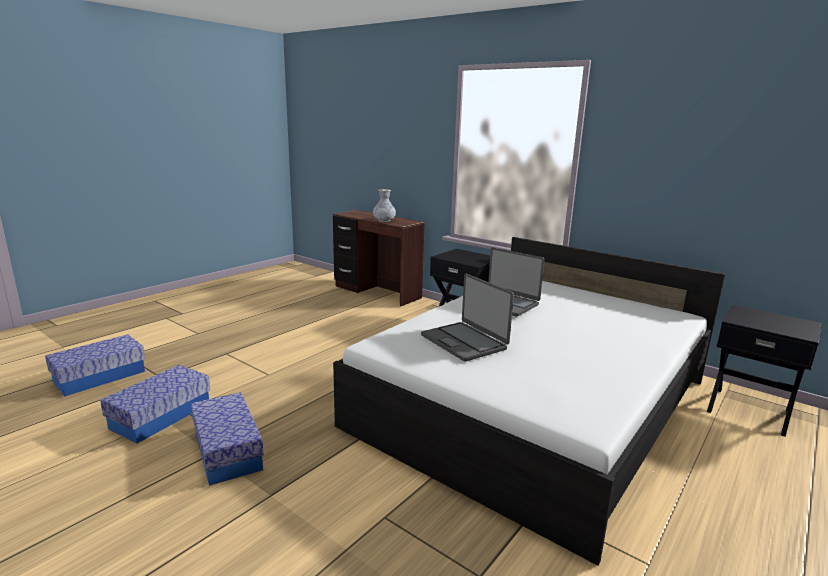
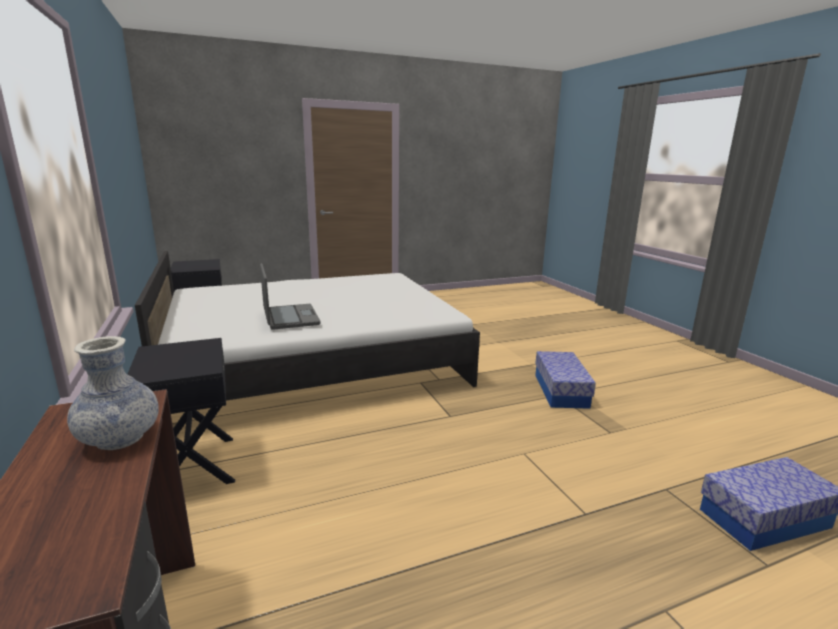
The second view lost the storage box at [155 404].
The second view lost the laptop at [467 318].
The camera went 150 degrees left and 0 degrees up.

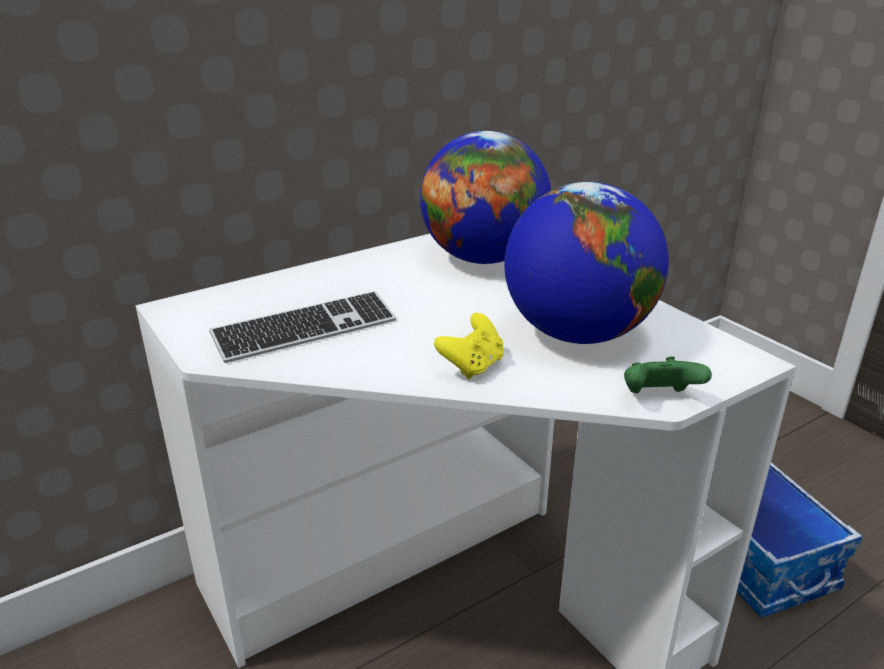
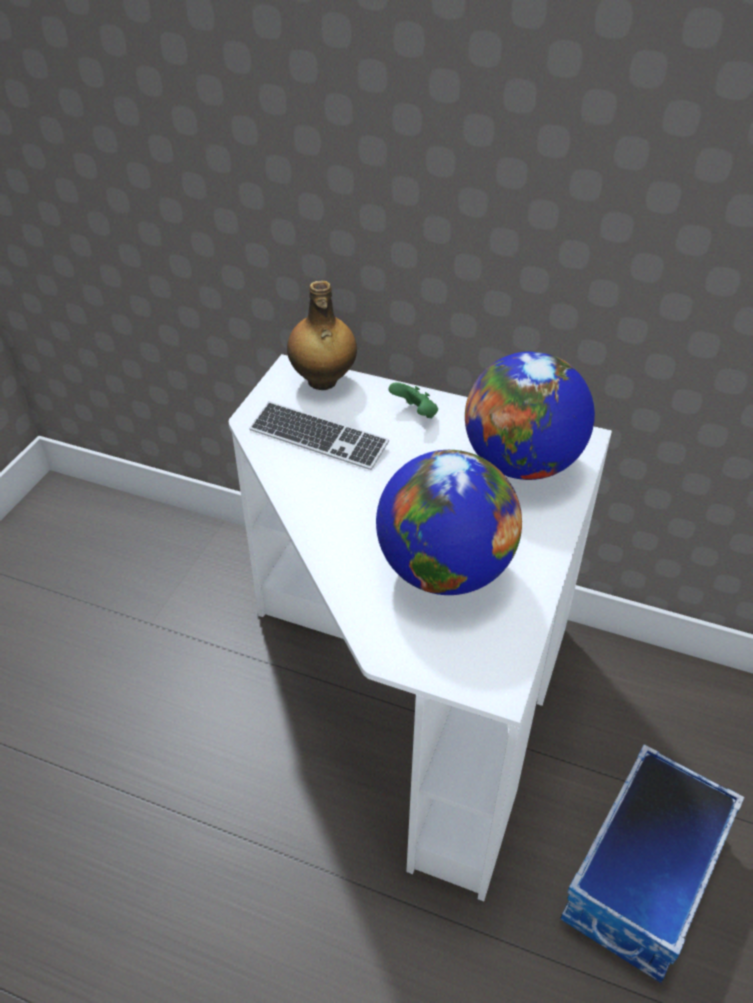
The second view lost the game controller (yellow) at [469 346].
The second view gained the bottle at [322 335].
The game controller (green) ended up elsewhere, having gone from [668 374] to [413 400].
The camera went 55 degrees right and 15 degrees up.

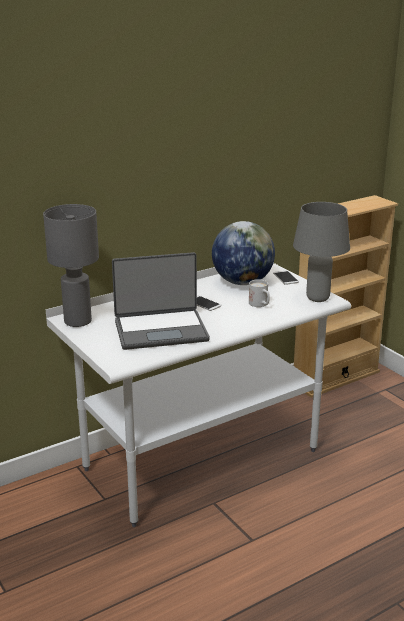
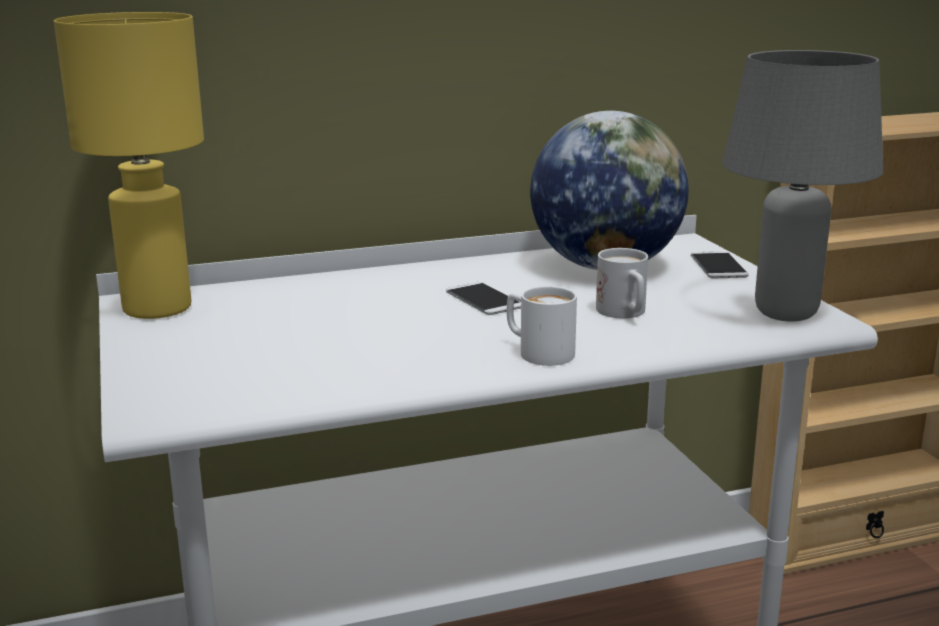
The second view lost the laptop at [161 301].
The second view gained the mug (white) at [542 326].
What was the table lamp (grey) at [71 265] turned into the table lamp (yellow) at [129 165].
The camera went 15 degrees right and 5 degrees down.

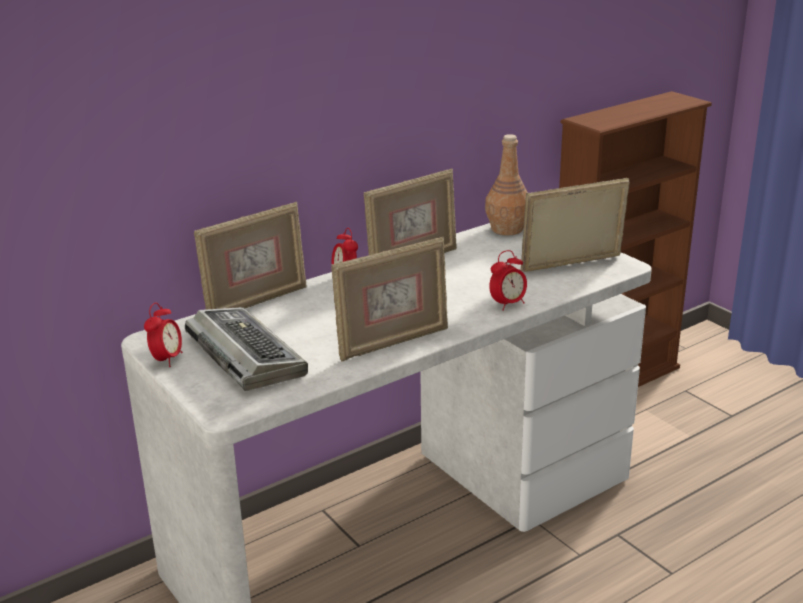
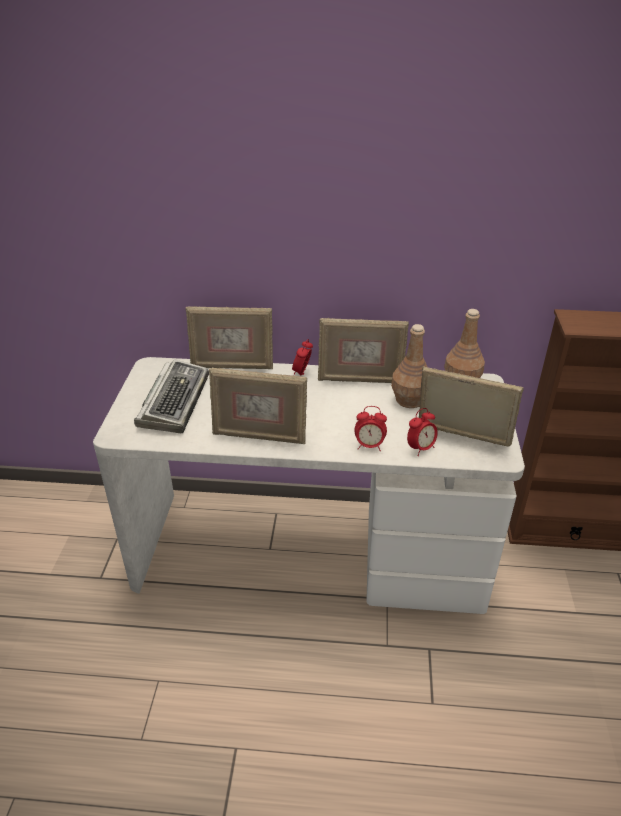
The second view gained the bottle (brown) at [409 366].
The alarm clock ended up elsewhere, having gone from [163 335] to [422 432].
The camera went 40 degrees right and 10 degrees up.

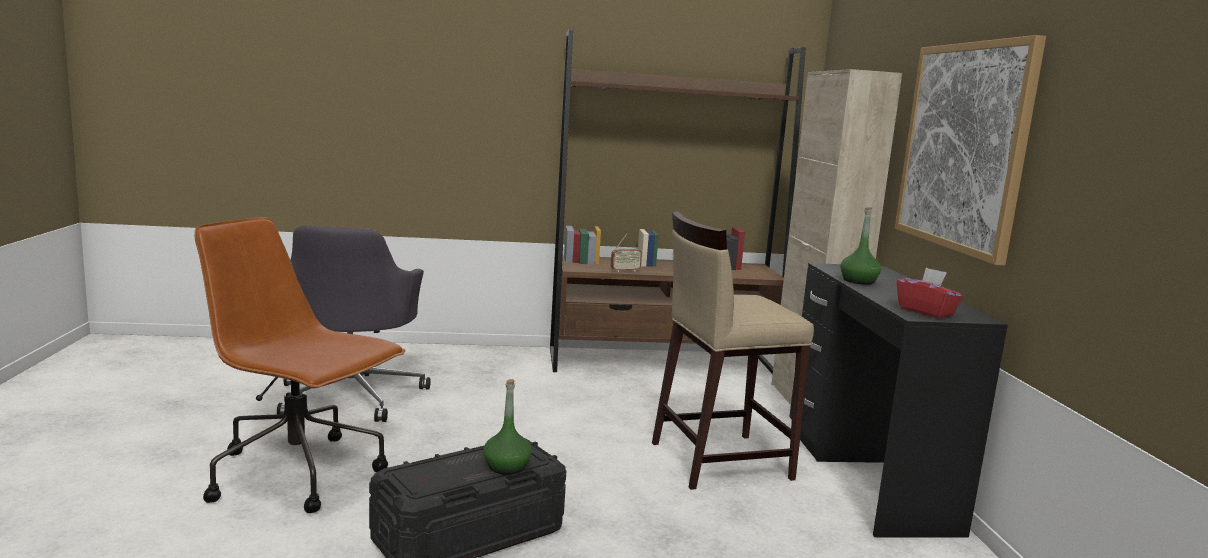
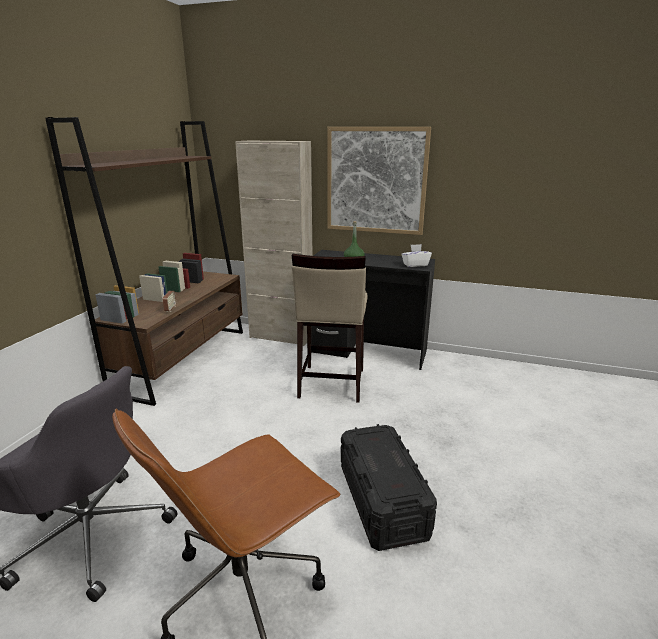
The second view lost the bottle (green) at [507 427].
What was the tissue box (red) at [930 292] turned into the tissue box (white) at [416 255].
The camera went 65 degrees left and 10 degrees up.

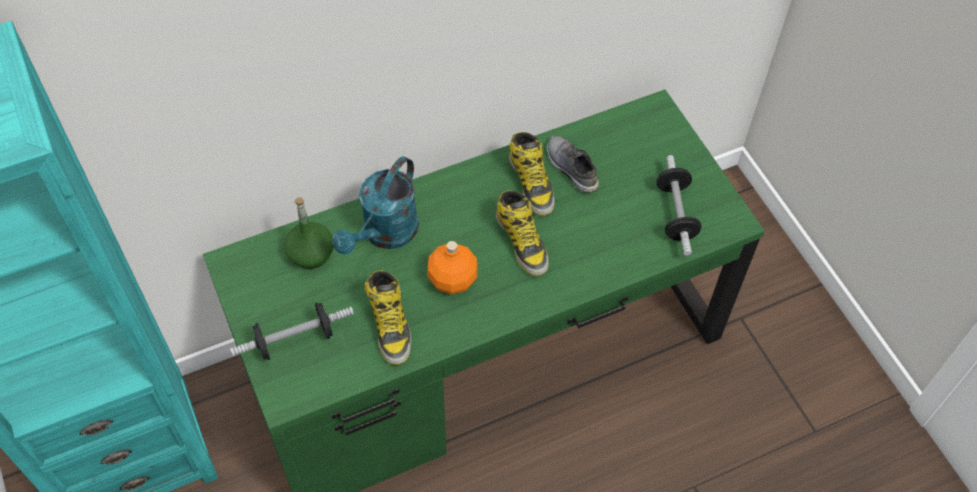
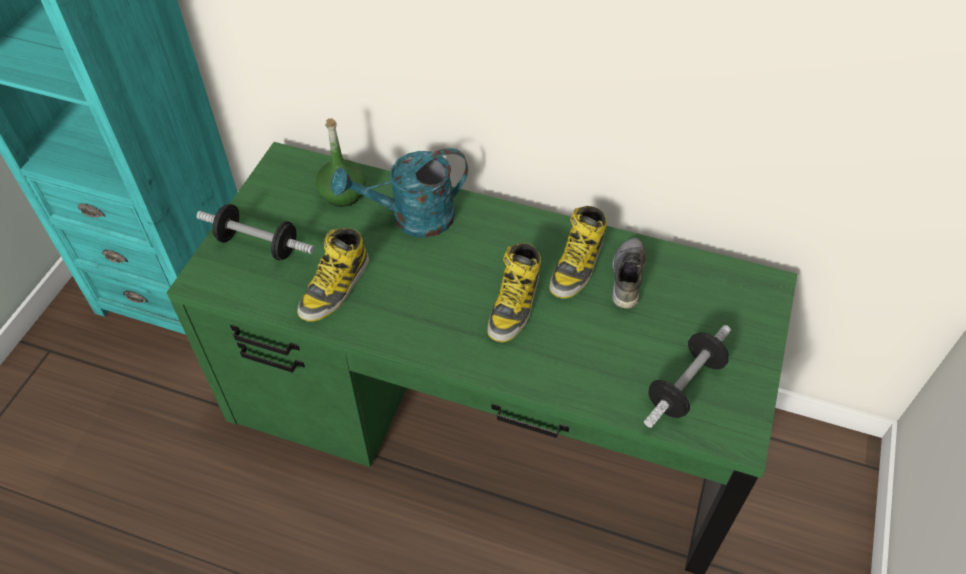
The second view lost the bottle (orange) at [452 267].
The camera went 45 degrees right and 5 degrees down.

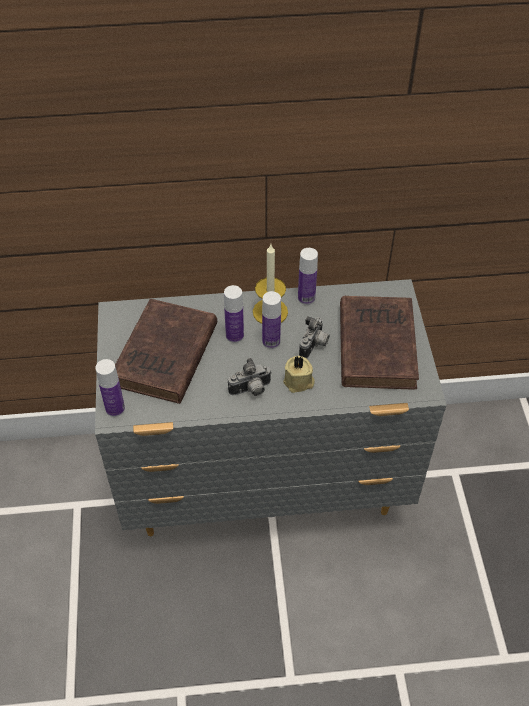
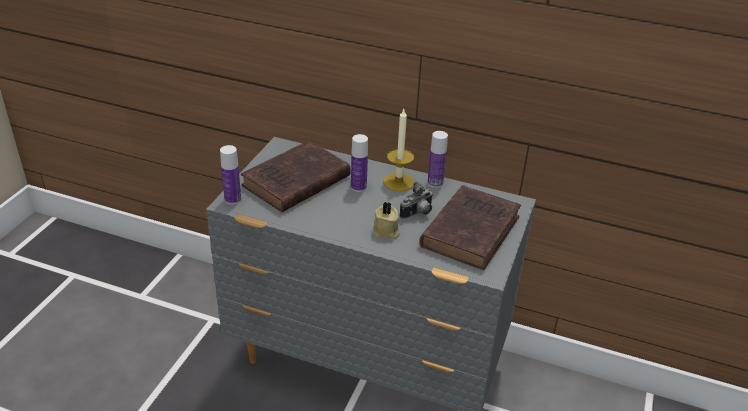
The second view lost the photo camera at [250 377].
The second view lost the bottle at [271 320].
The camera went 25 degrees right and 15 degrees down.

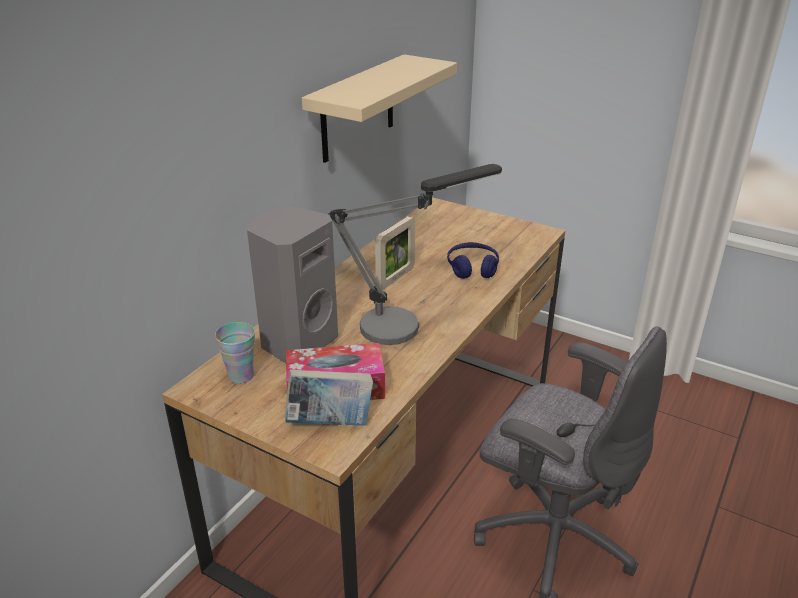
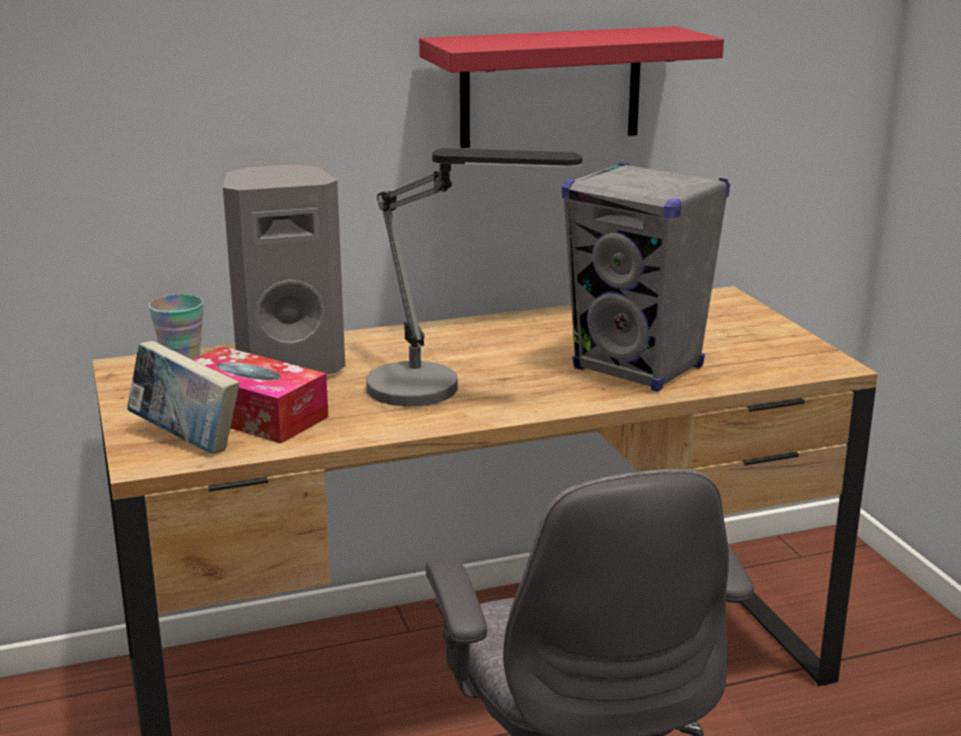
The second view lost the picture frame at [395 253].
Where the headphones (blue) stood at [473 260], the speaker (grey) came to stand at [646 277].
What was the shelf (beige) at [379 108] turned into the shelf (red) at [571 87].
The camera went 40 degrees right and 10 degrees down.

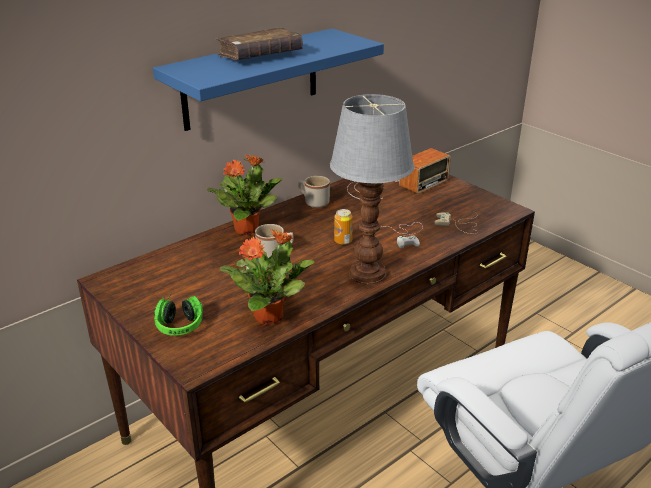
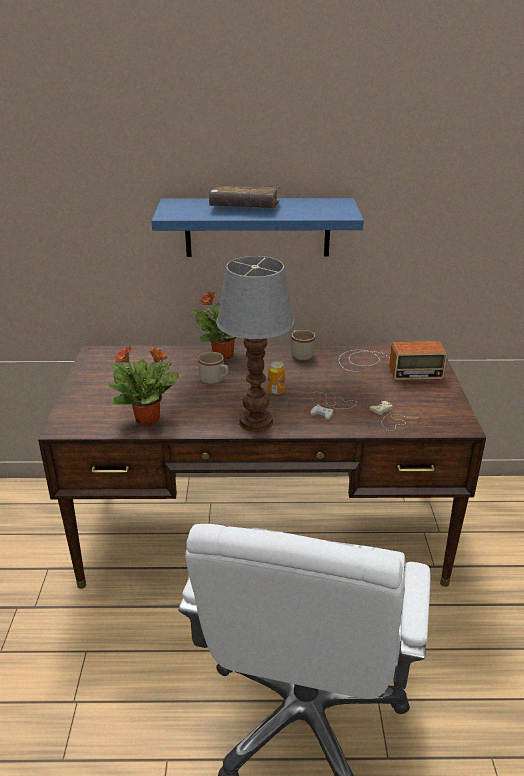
The second view lost the headphones at [178 313].
The camera went 40 degrees right and 0 degrees up.

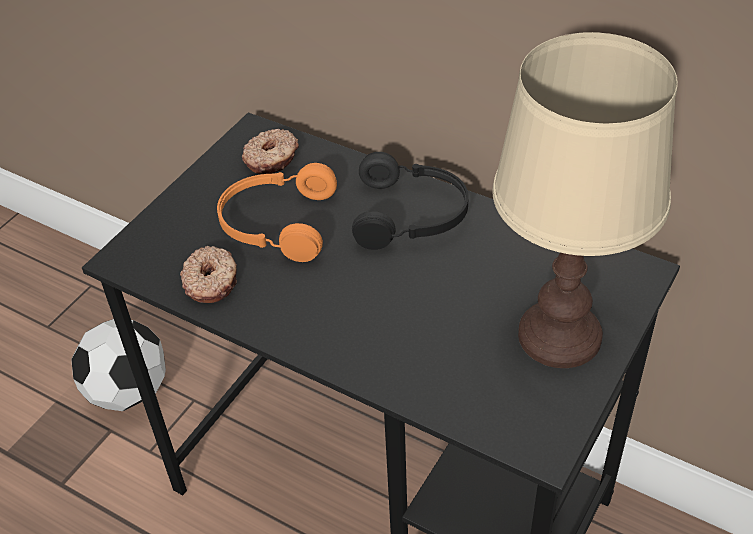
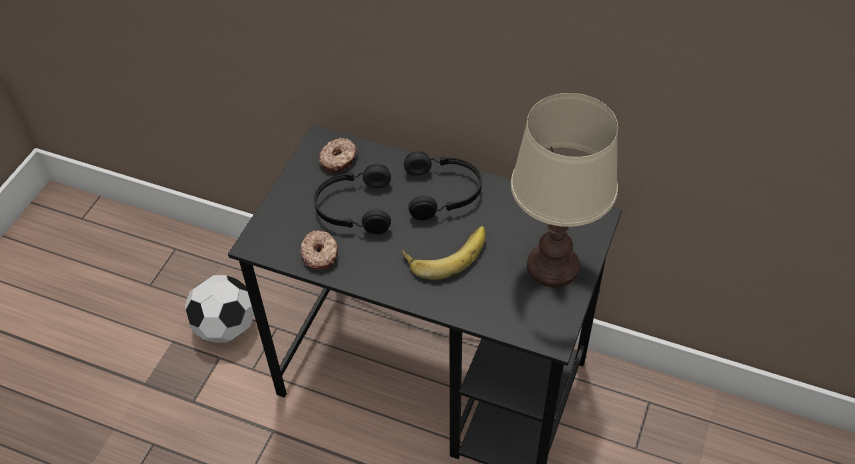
The second view gained the banana at [443 253].
What was the headphones (orange) at [277 212] turned into the headphones (black) at [352 199].
The camera went 10 degrees left and 5 degrees up.

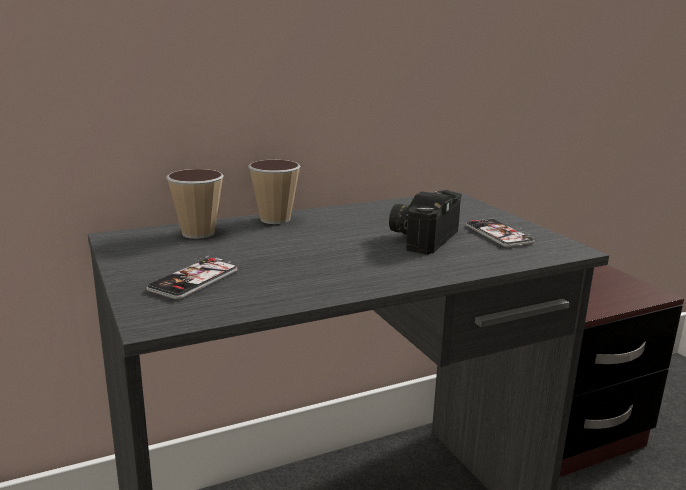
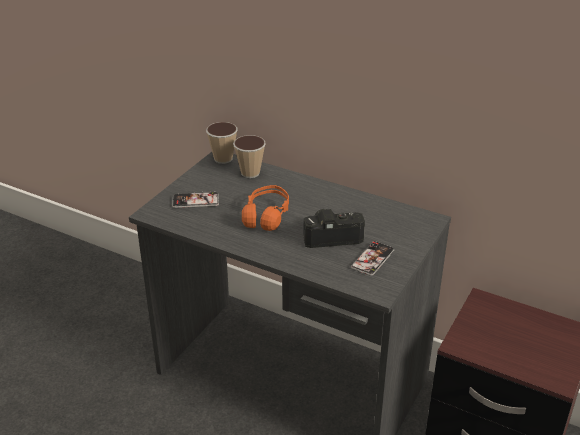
The second view gained the headphones (orange) at [265 208].
The cup ended up elsewhere, having gone from [274 192] to [221 143].
The camera went 55 degrees right and 15 degrees up.

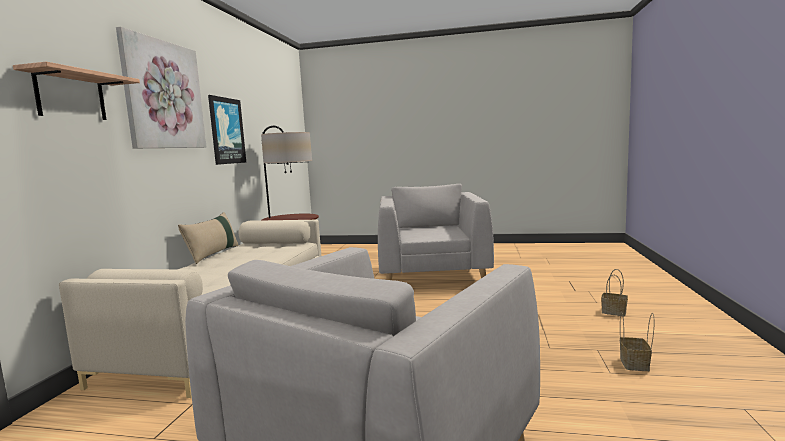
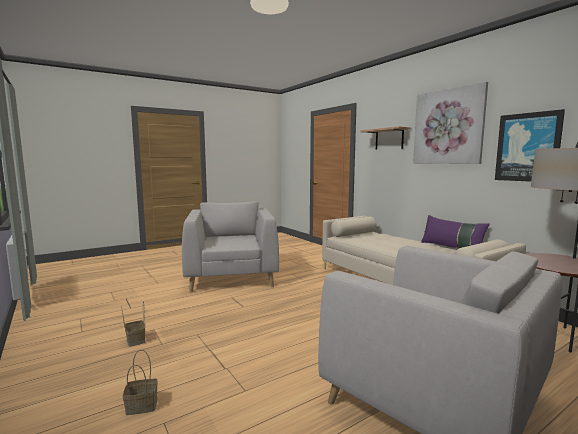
What was the pillow (beige) at [208 238] turned into the pillow (purple) at [455 232].
The camera went 135 degrees right and 0 degrees up.

